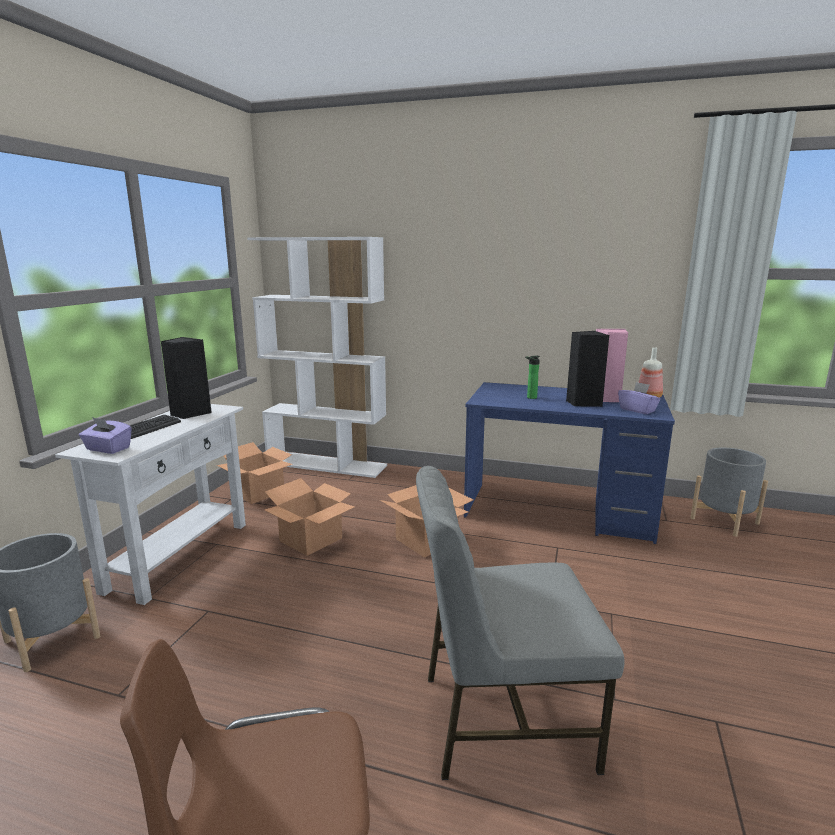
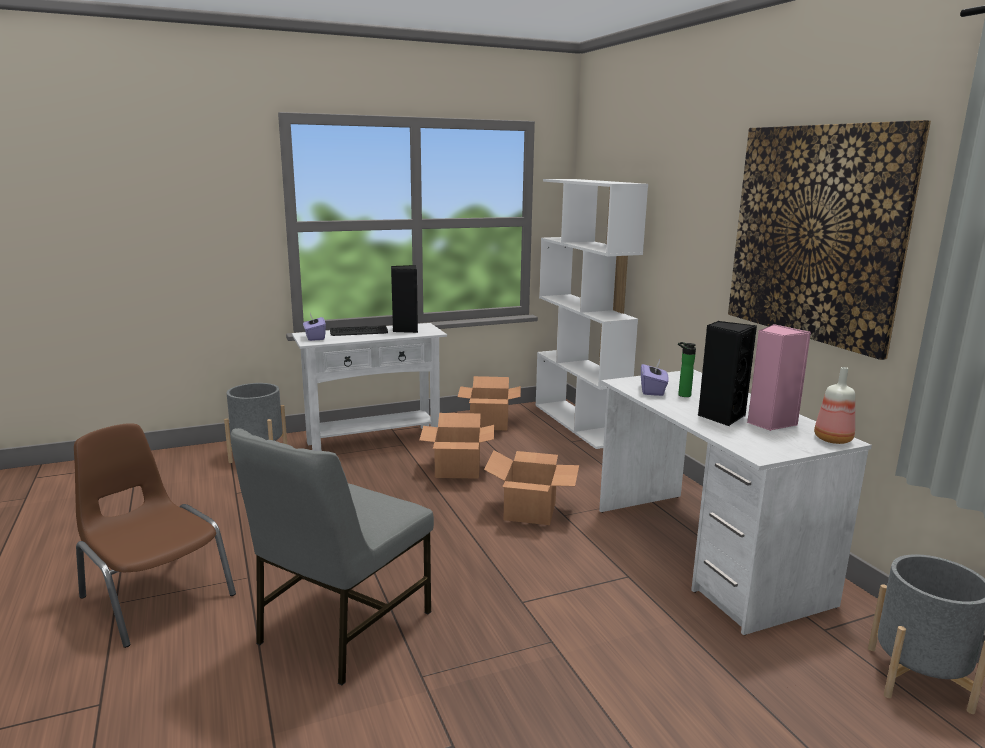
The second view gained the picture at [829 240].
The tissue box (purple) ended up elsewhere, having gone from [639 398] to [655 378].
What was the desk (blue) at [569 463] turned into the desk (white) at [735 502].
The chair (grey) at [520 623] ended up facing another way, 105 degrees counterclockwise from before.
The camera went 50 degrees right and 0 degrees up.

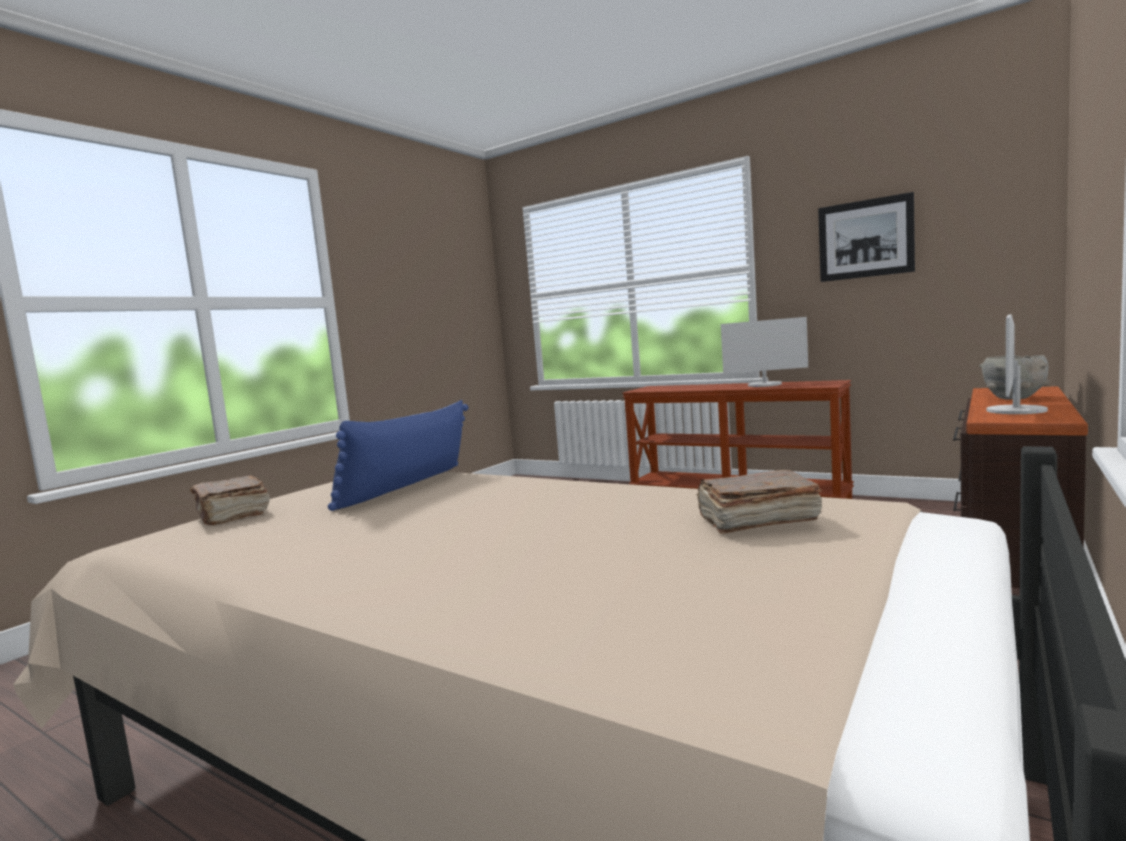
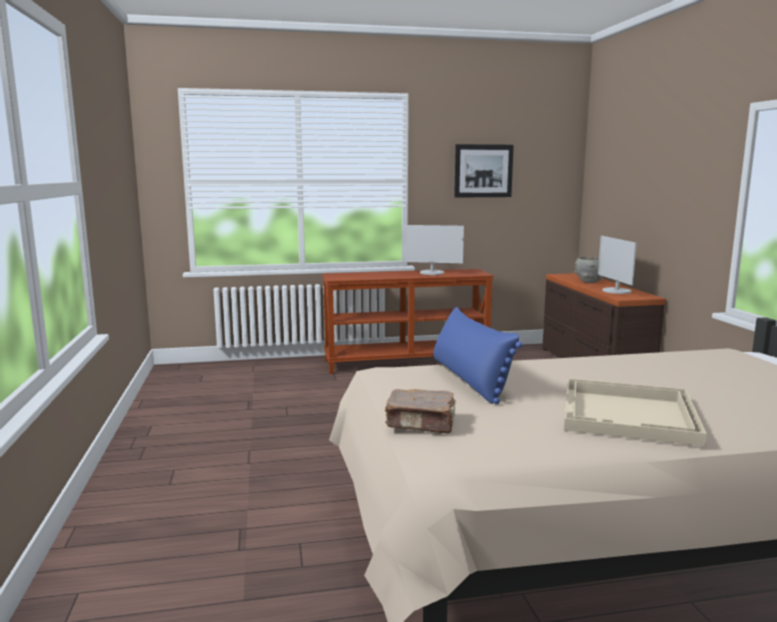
The second view lost the book (brown) at [759 502].
The second view gained the tray (beige) at [635 412].
The monitor at [764 352] ended up facing another way, 45 degrees clockwise from before.
The camera went 45 degrees left and 5 degrees up.

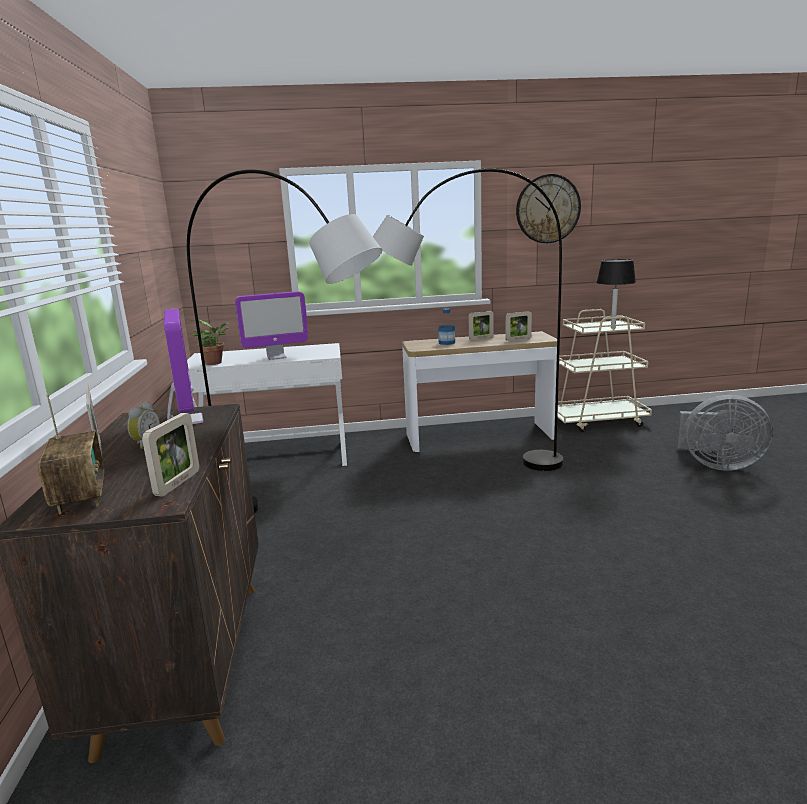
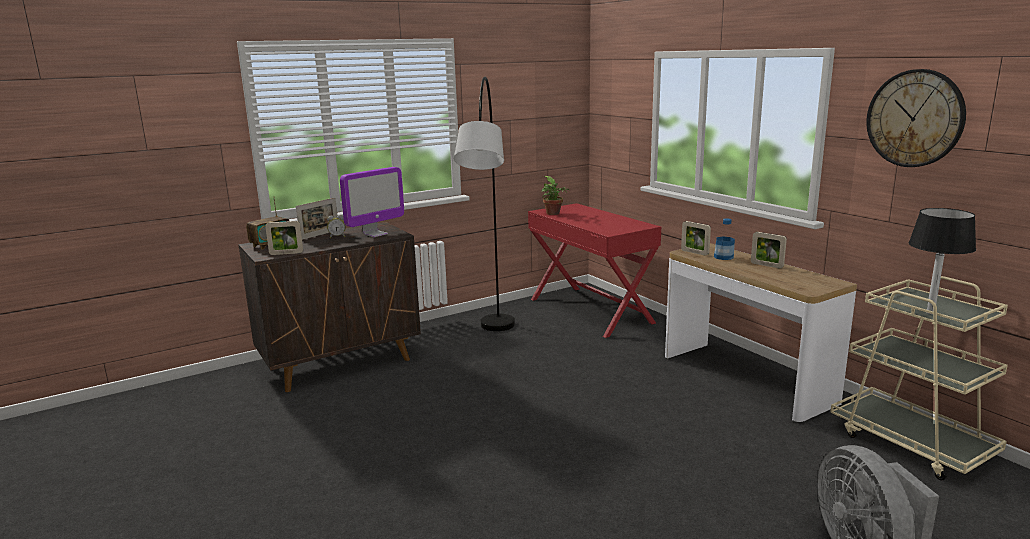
The second view lost the monitor at [271 325].
The second view lost the floor lamp (grey) at [468 320].
The picture frame ended up elsewhere, having gone from [519 326] to [696 238].
What was the desk (white) at [267 404] turned into the desk (red) at [594 270].
The camera went 65 degrees right and 0 degrees up.

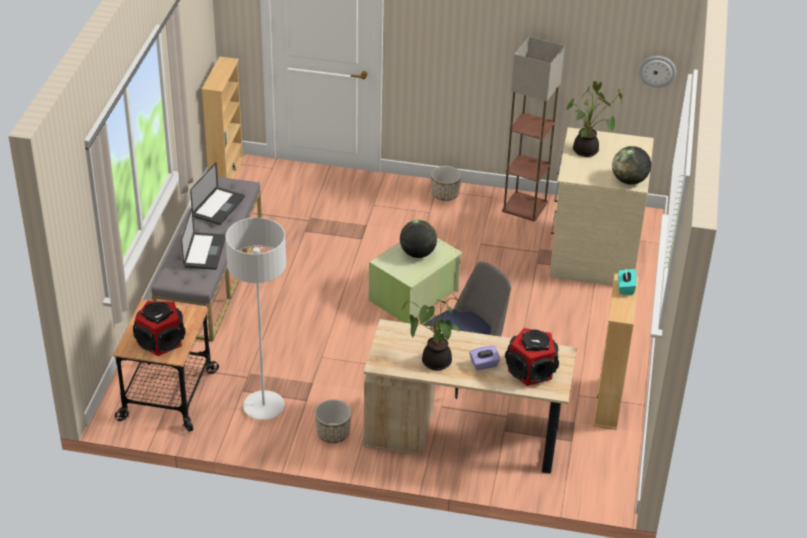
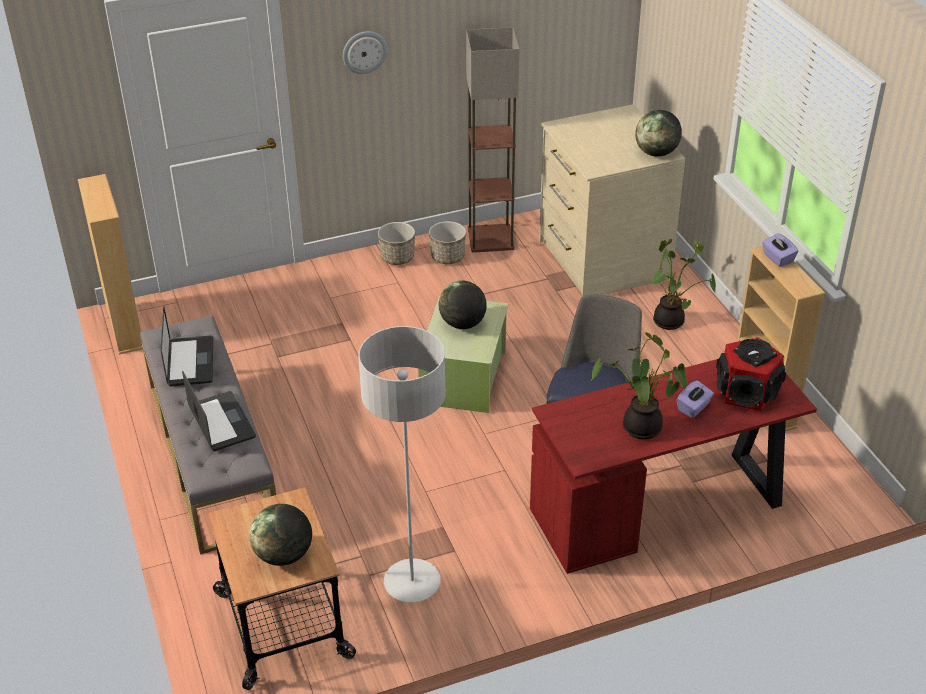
The planter ended up elsewhere, having gone from [333 421] to [447 242].
The potted plant ended up elsewhere, having gone from [594 119] to [683 284].
The wall clock ended up elsewhere, having gone from [657 72] to [365 52].
Where the speaker stood at [159 328], the globe came to stand at [280 535].
What was the desk (beige) at [470 396] turned into the desk (red) at [673 466].
What was the tissue box (turquoise) at [627 282] turned into the tissue box (purple) at [780 250].
The camera went 30 degrees left and 0 degrees up.

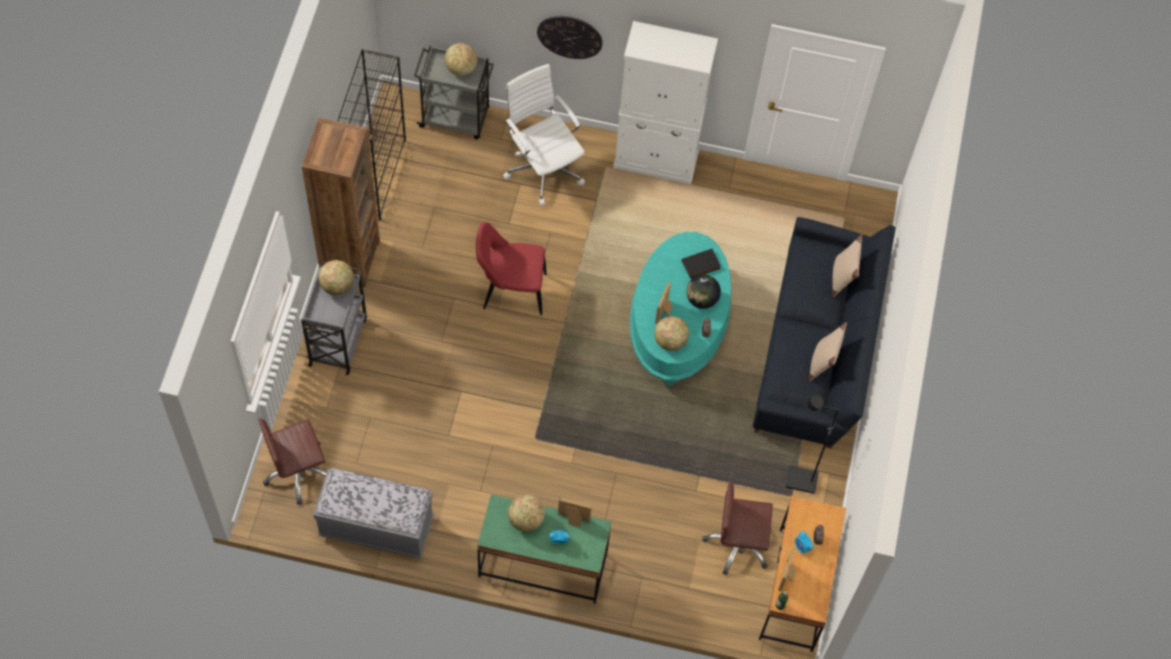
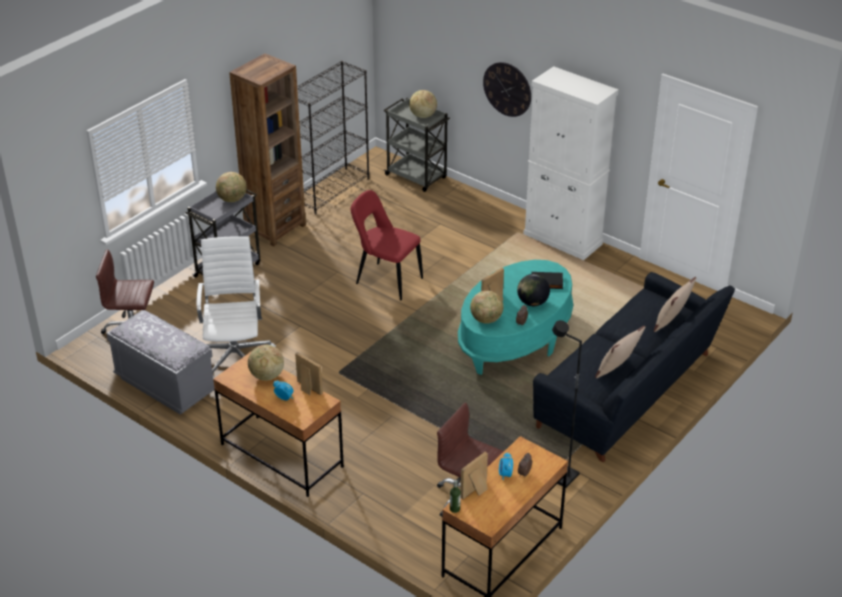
The office chair (white) ended up elsewhere, having gone from [544 135] to [236 308].
What was the desk (green) at [544 549] turned into the desk (brown) at [278 424].
The camera went 30 degrees right and 25 degrees down.

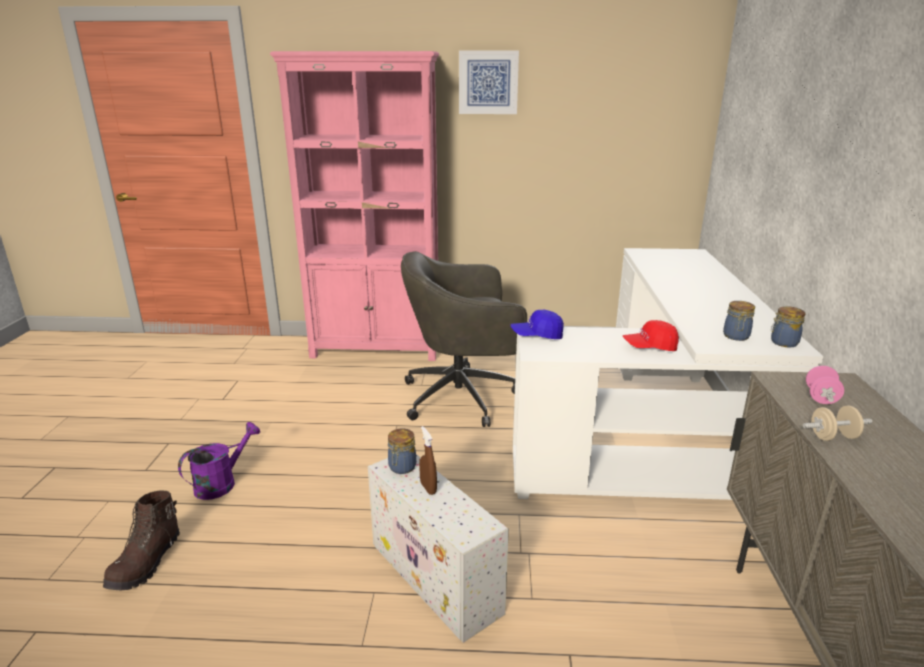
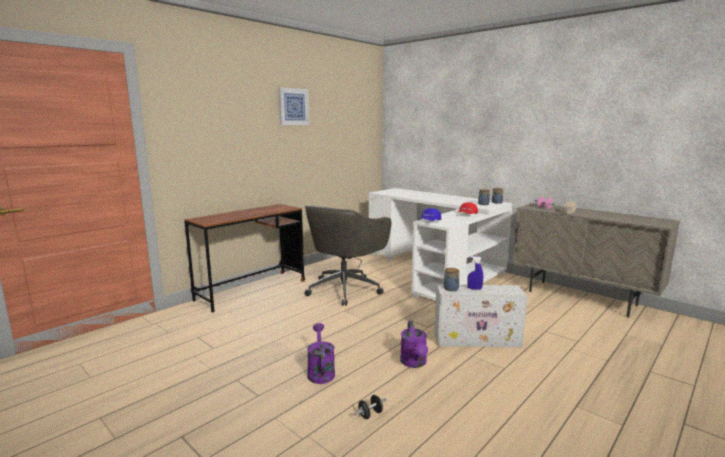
The second view gained the watering can (purple) at [414 344].
Where the boot (brown) stood at [141 540], the dumbbell (black) came to stand at [369 407].
Where the bookcase (pink) stood at [354 206], the desk (brown) came to stand at [244 258].
What was the spray bottle (brown) at [428 460] turned into the spray bottle (blue) at [475 273].
The camera went 50 degrees left and 10 degrees down.

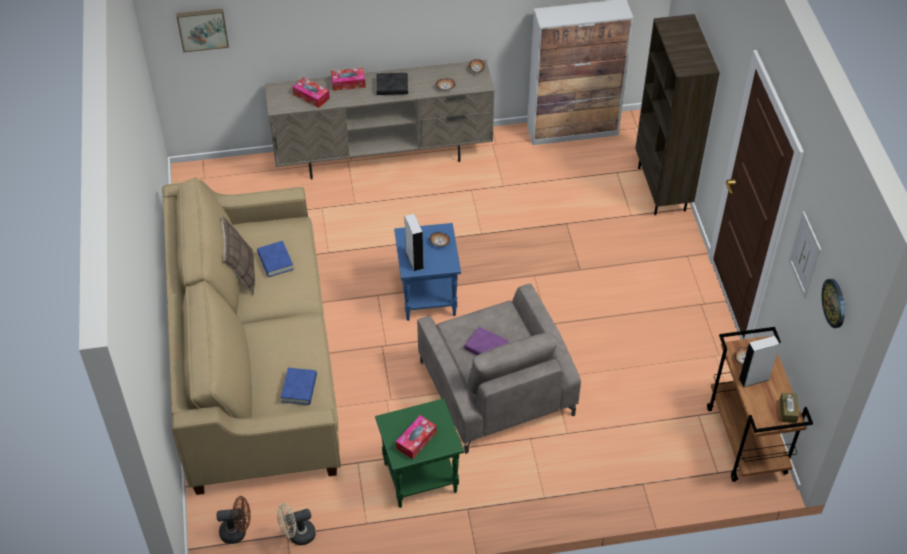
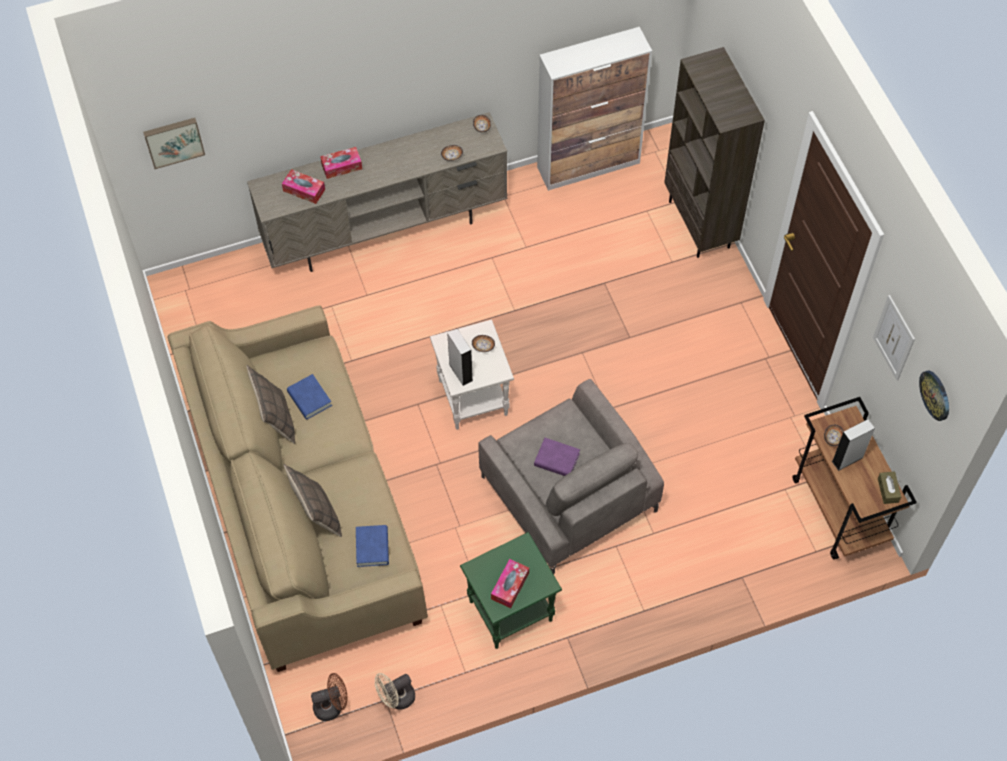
The second view lost the book (black) at [392 84].
The second view gained the pillow at [313 500].
What was the side table (blue) at [427 272] turned into the side table (white) at [472 374].
The camera went 10 degrees left and 10 degrees up.

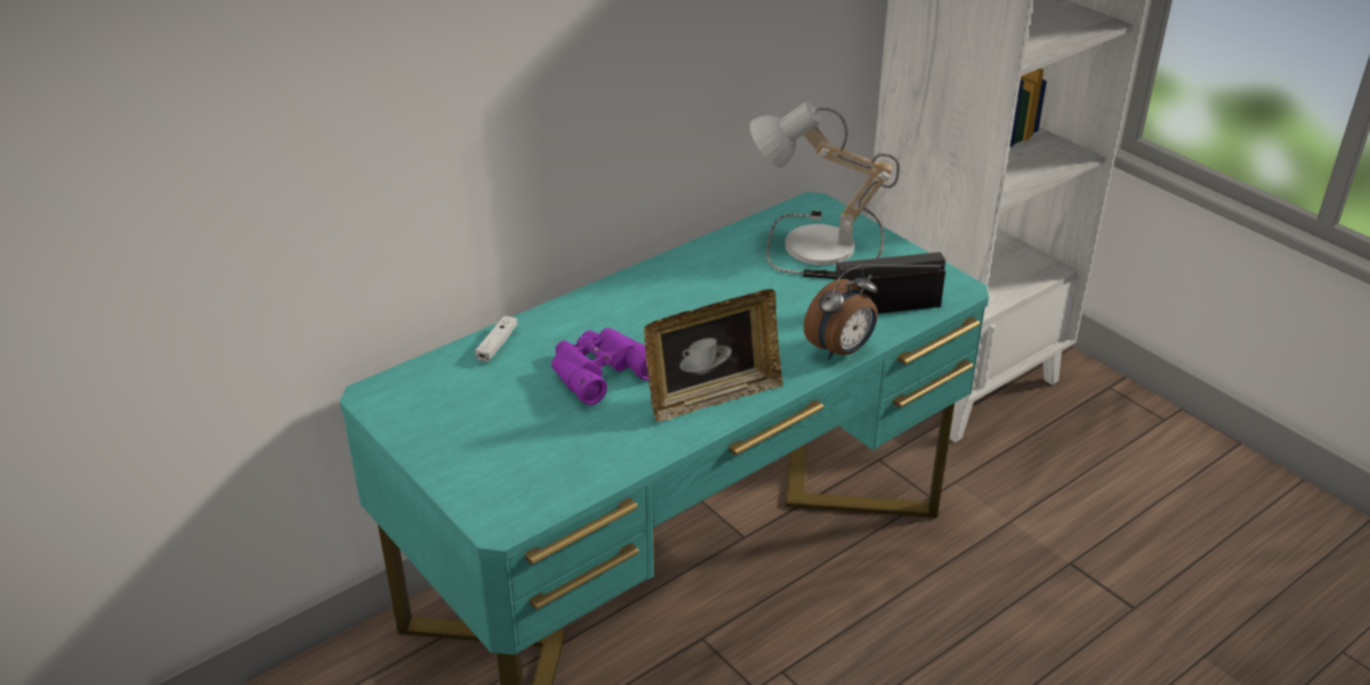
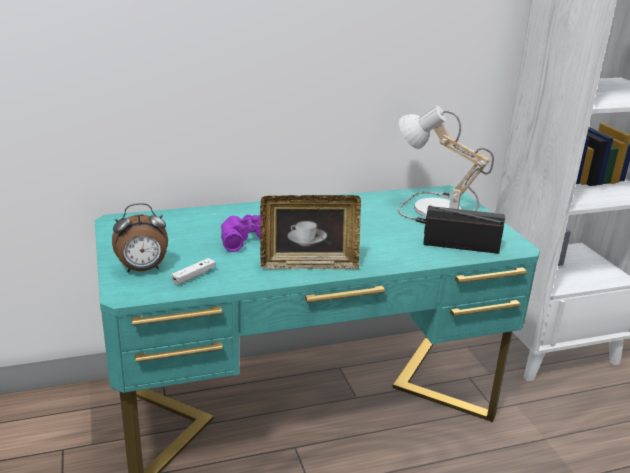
The game controller (white) ended up elsewhere, having gone from [496 339] to [193 271].
The alarm clock ended up elsewhere, having gone from [841 313] to [140 238].
The camera went 20 degrees right and 10 degrees down.

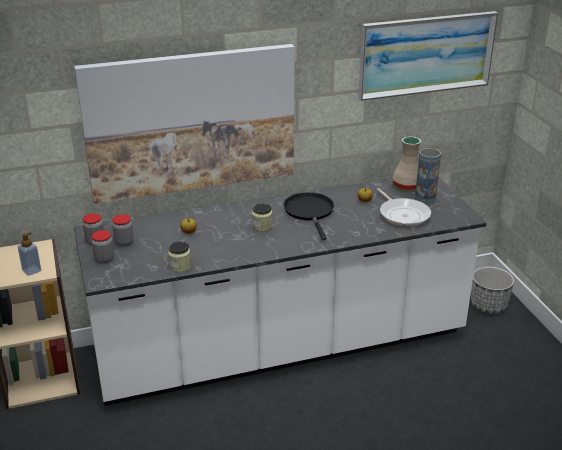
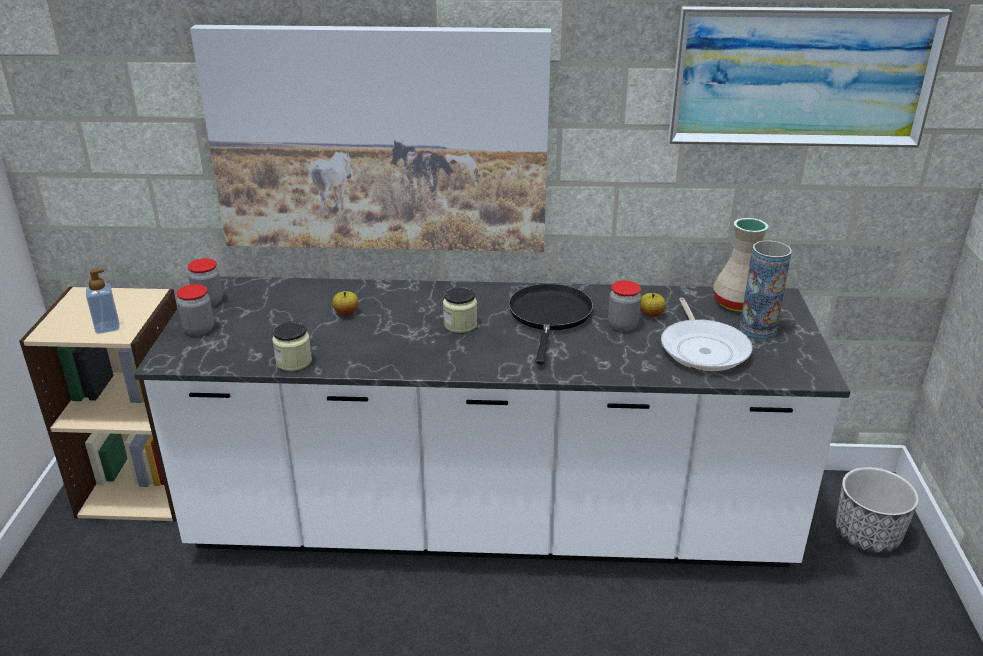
The jar ended up elsewhere, having gone from [123 230] to [624 306].
The camera went 20 degrees right and 0 degrees up.

